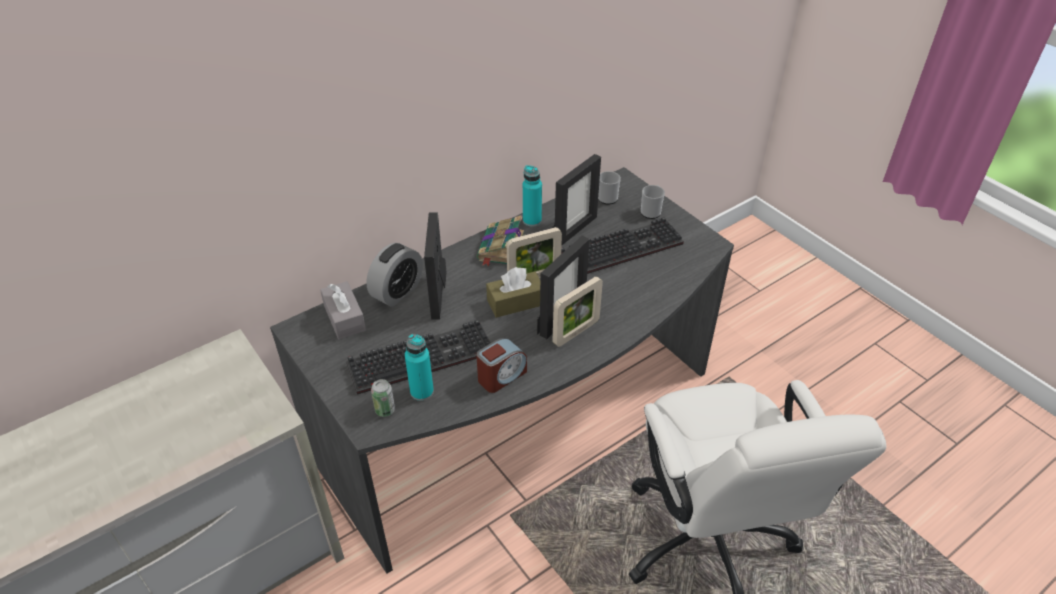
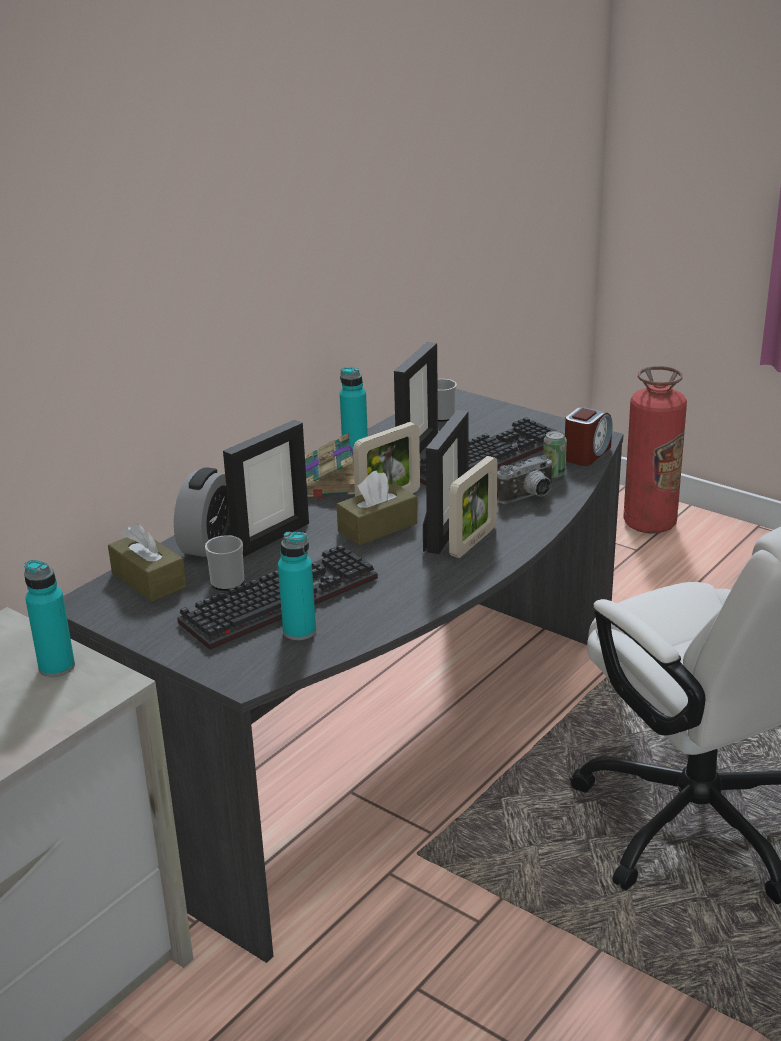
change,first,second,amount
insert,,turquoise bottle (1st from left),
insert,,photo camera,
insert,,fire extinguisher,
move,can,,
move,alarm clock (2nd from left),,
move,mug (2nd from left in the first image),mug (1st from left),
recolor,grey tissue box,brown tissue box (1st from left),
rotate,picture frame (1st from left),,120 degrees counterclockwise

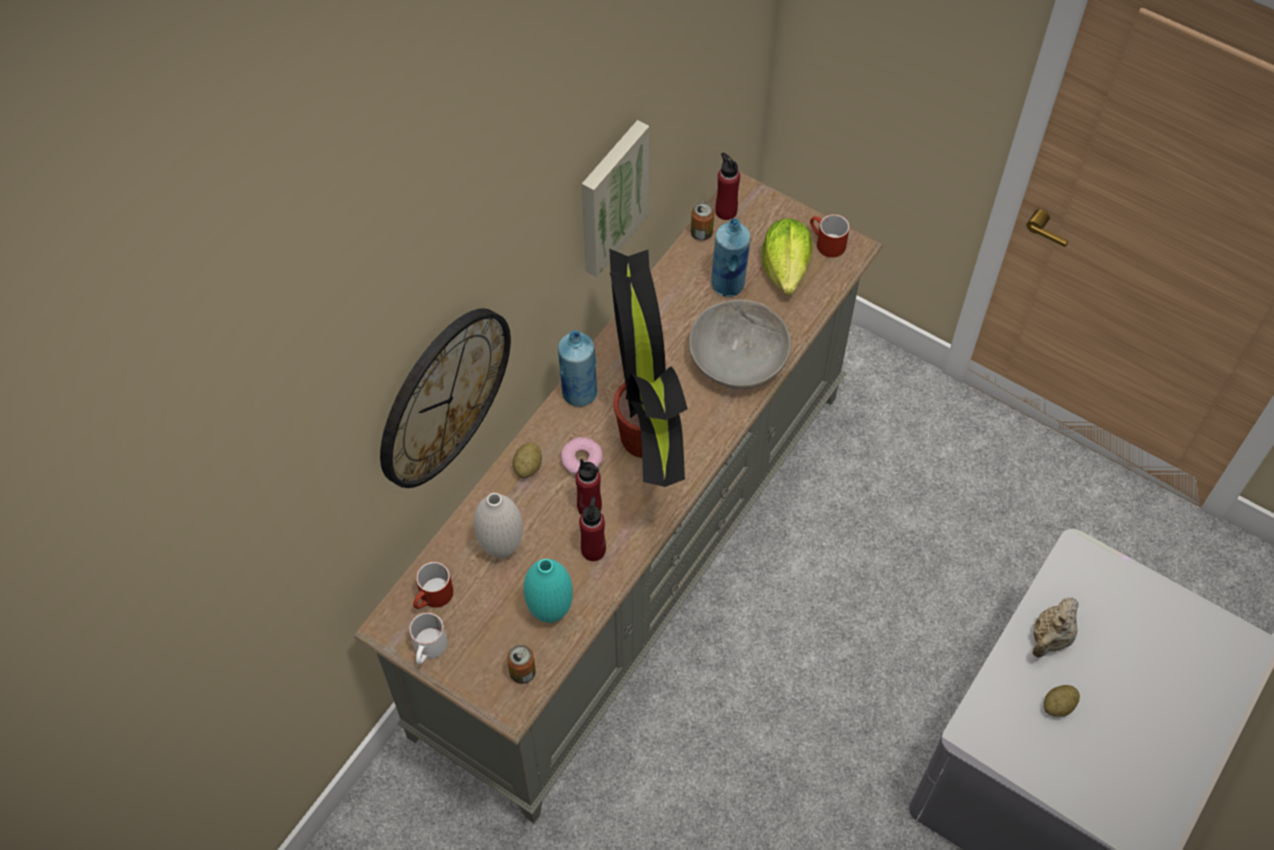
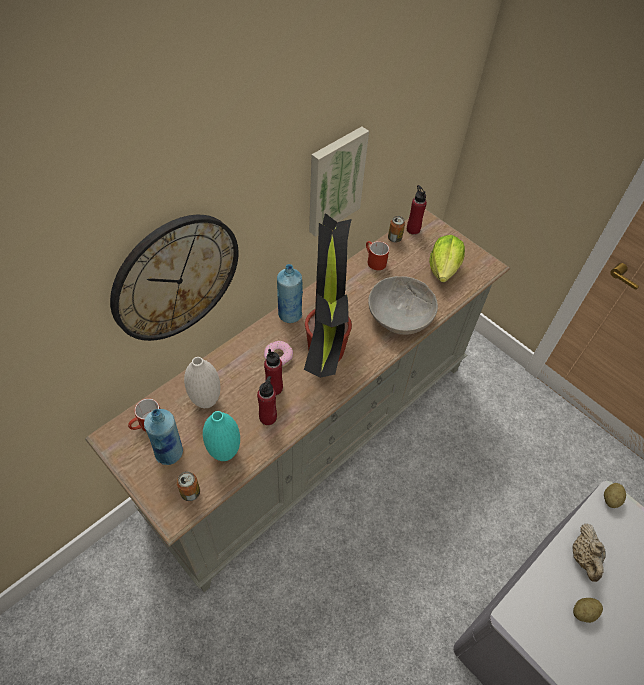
change,first,second,amount
delete,white mug,,
move,potato (1st from left in the first image),potato (2nd from left),
move,blue bottle (2nd from left in the first image),blue bottle (1st from left),
move,red mug (2nd from left),,
rotate,beige teapot,,45 degrees counterclockwise

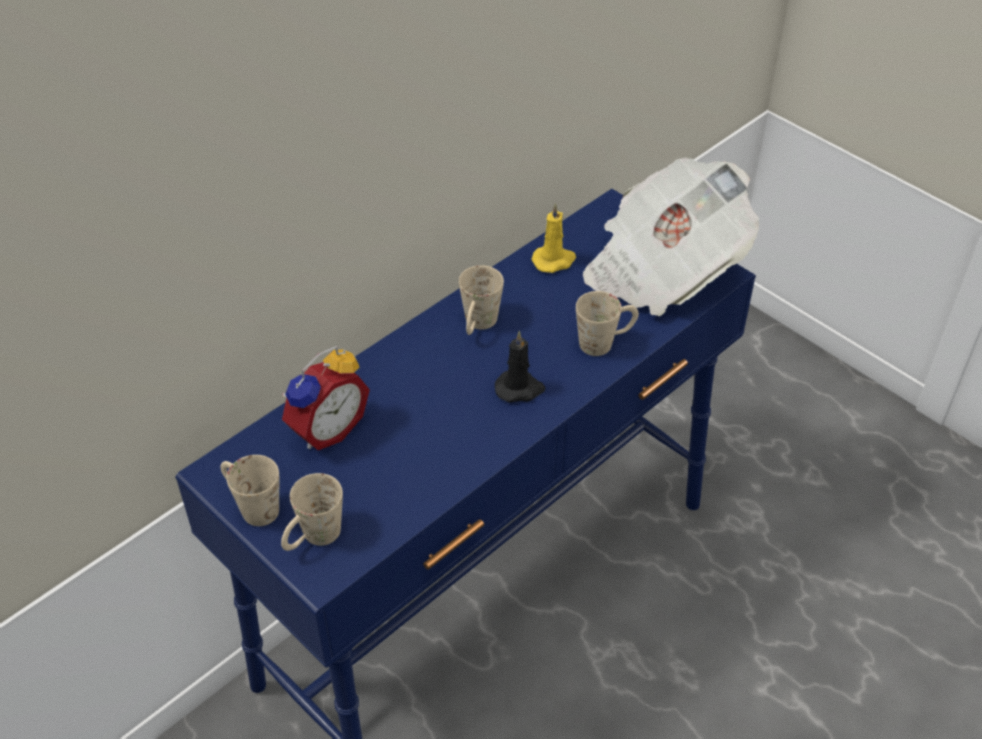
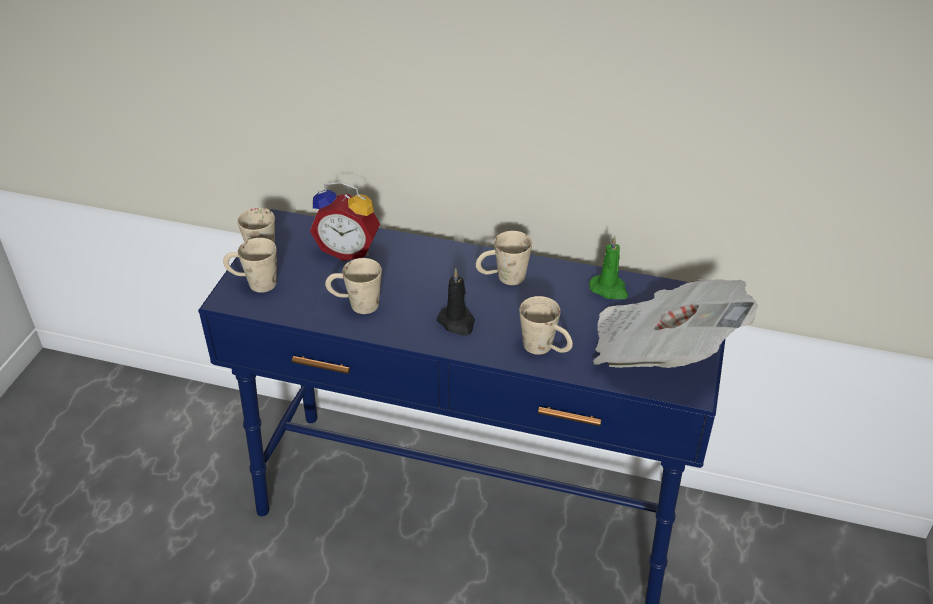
change,first,second,amount
insert,,beige mug (3rd from left),
recolor,yellow candle,green candle,

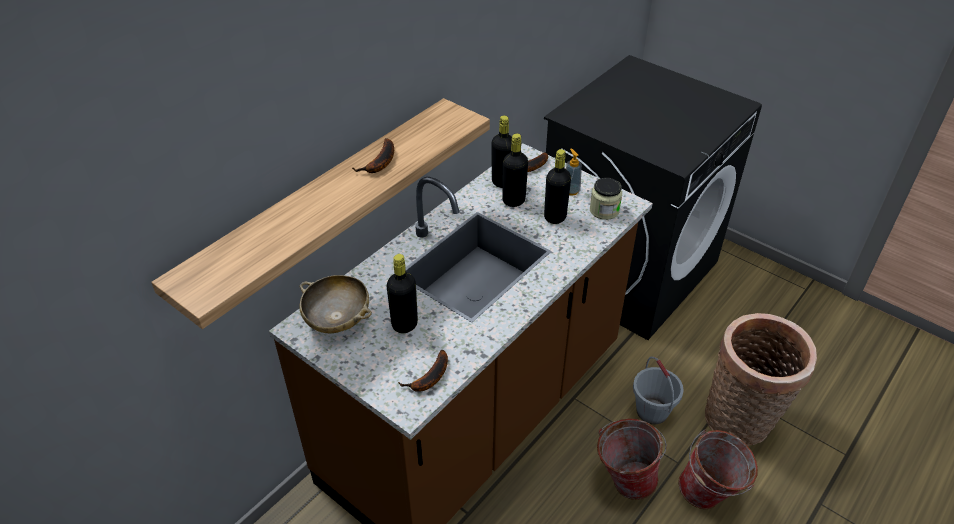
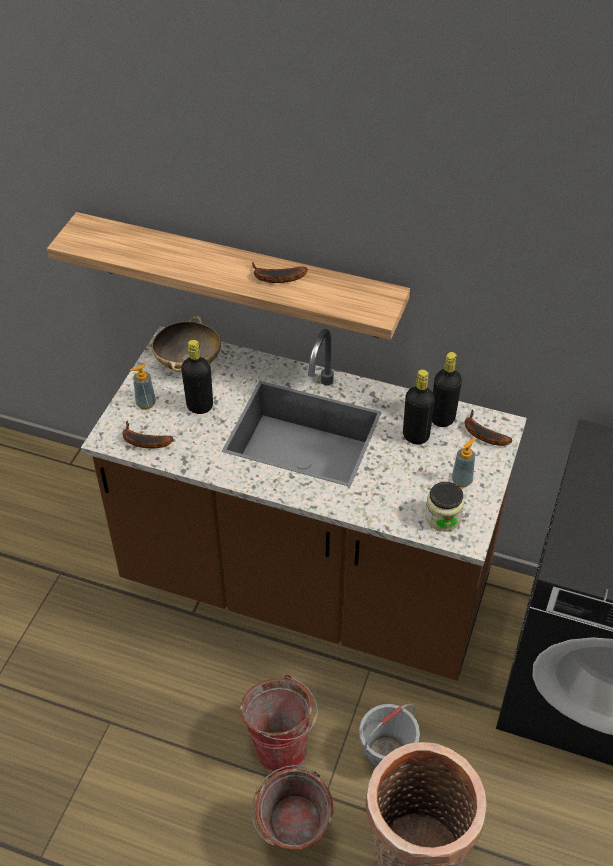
change,first,second,amount
delete,black bottle (4th from left),,
insert,,soap dispenser (1st from left),

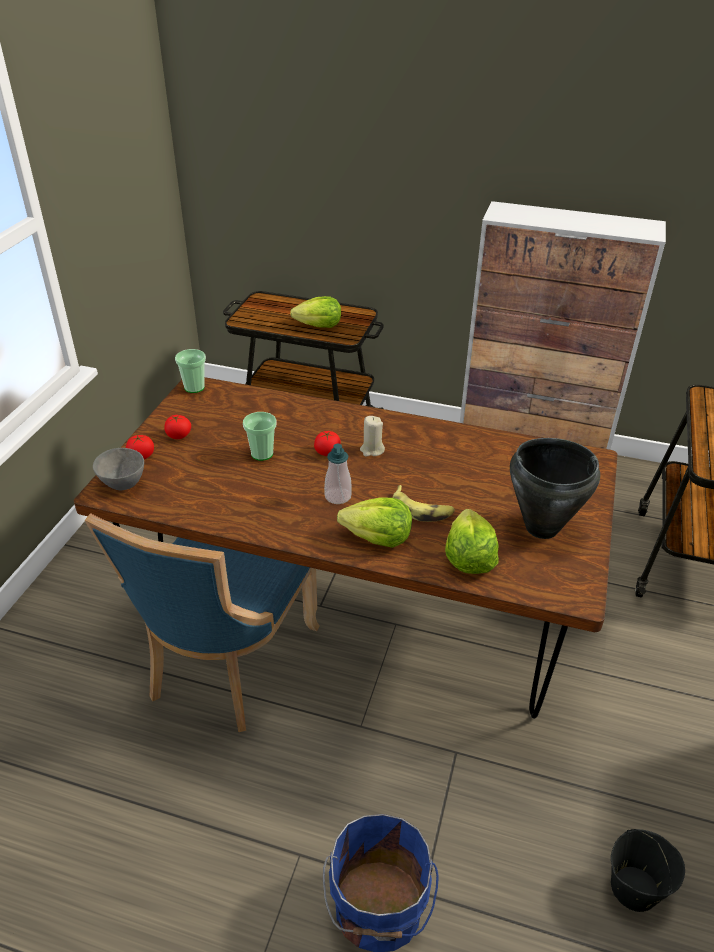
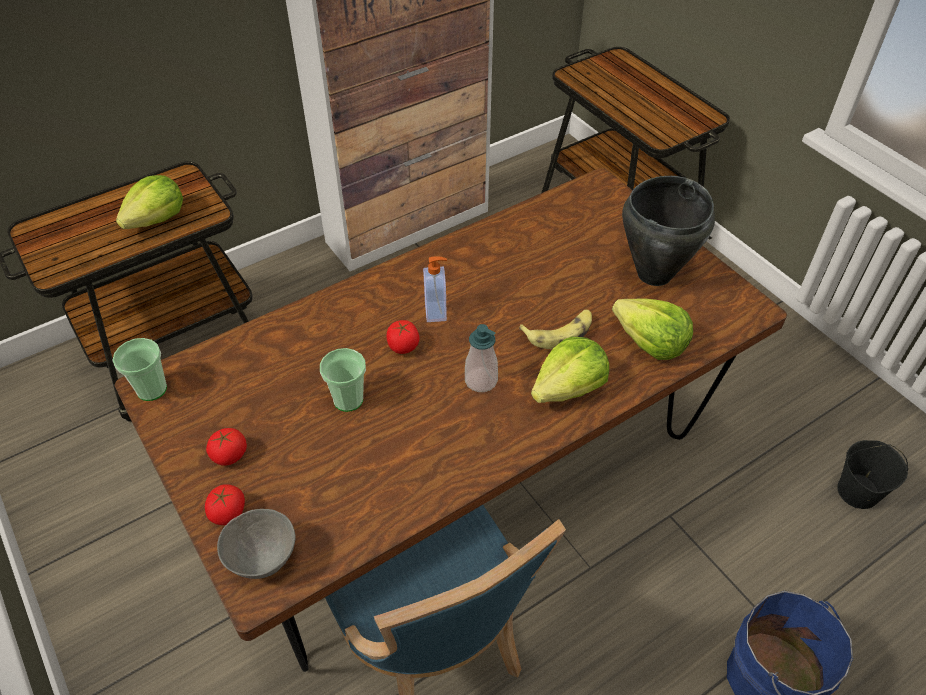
change,first,second,amount
replace,beige candle,soap dispenser (1st from left),

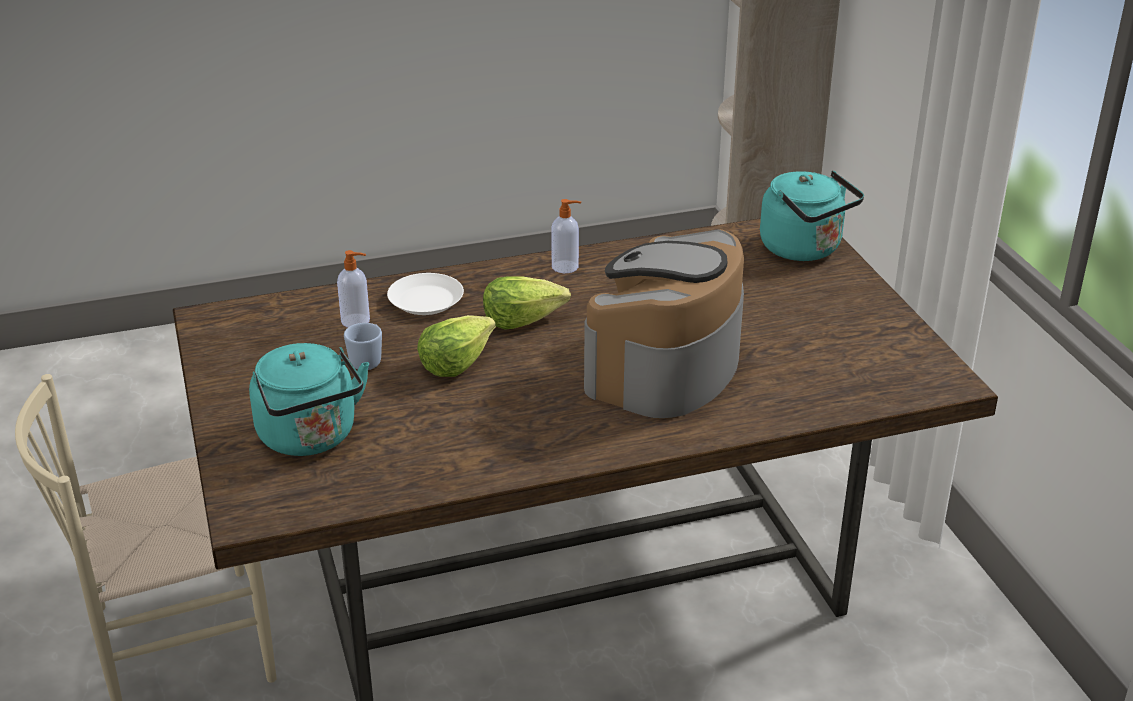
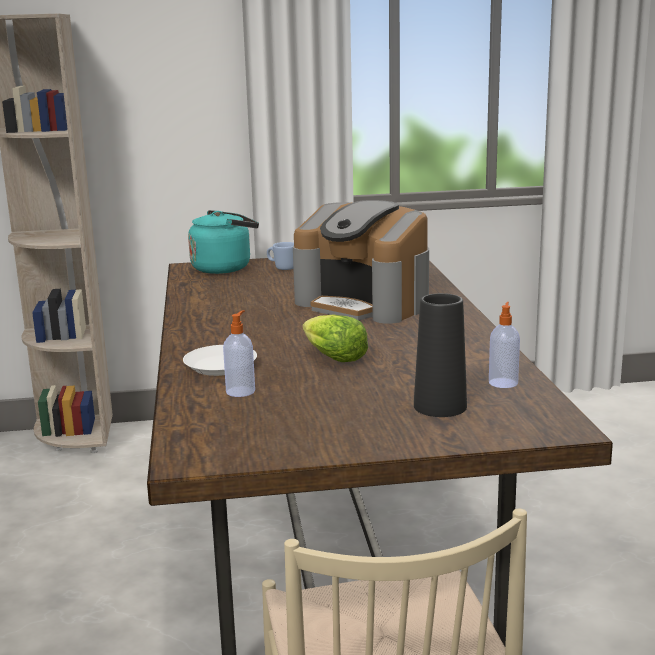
change,first,second,amount
delete,lettuce (2nd from left),,
move,blue mug,,
move,soap dispenser (2nd from left),,
replace,turquoise kettle (1st from left),black vase,

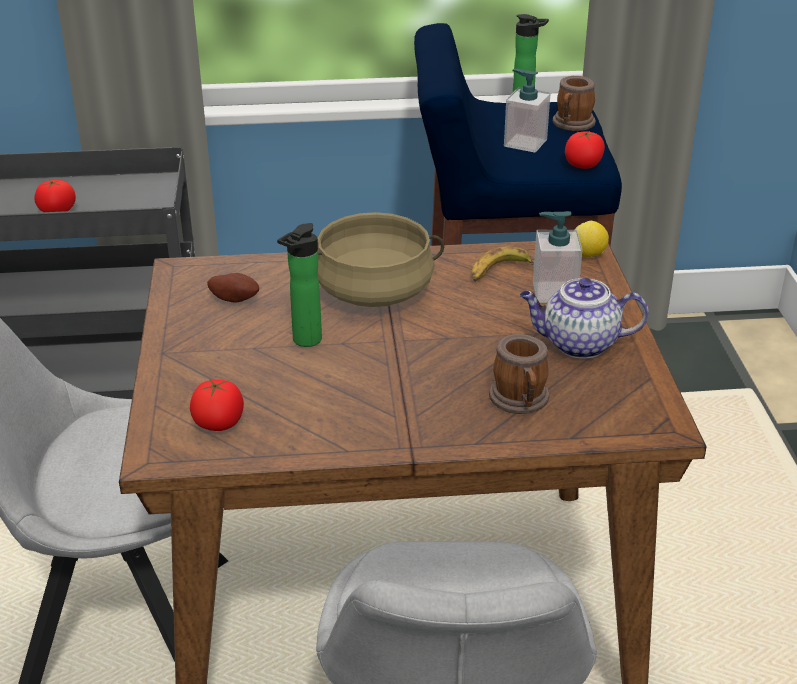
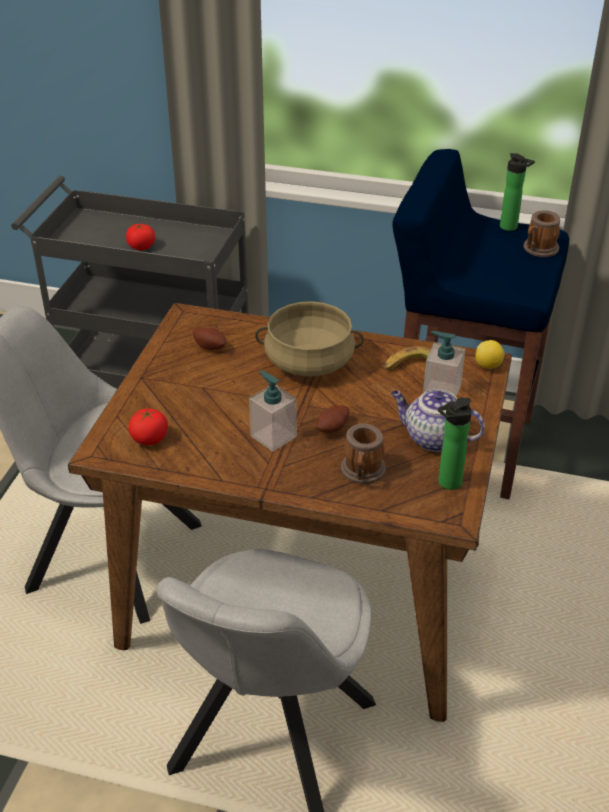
change,first,second,amount
delete,tomato (3rd from left),,
insert,,potato (2nd from left),
move,bottle (1st from left),,
move,soap dispenser (1st from left),,

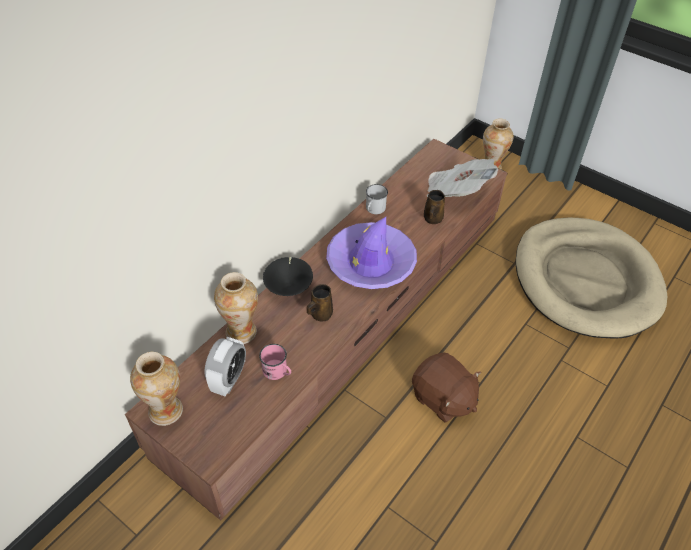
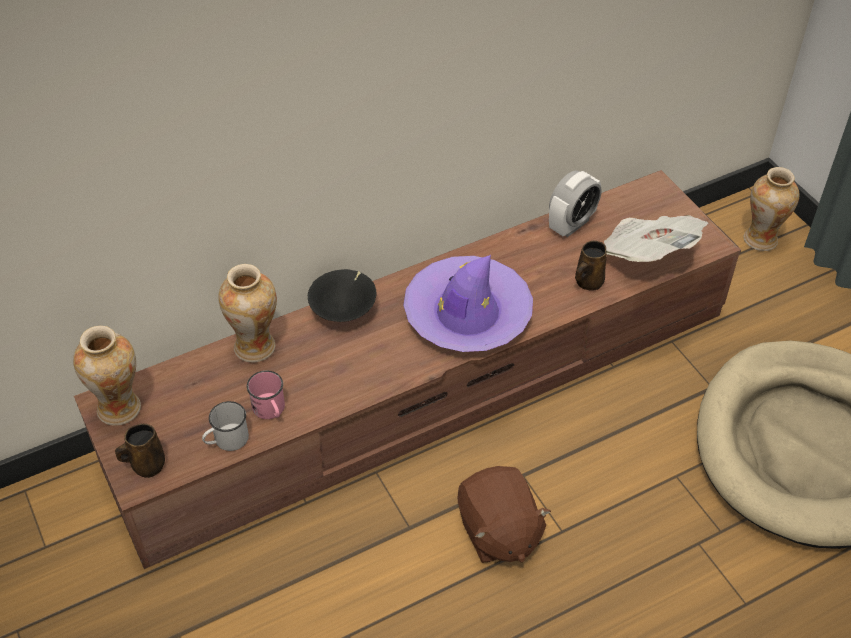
change,first,second,amount
move,alarm clock,,
move,brown mug (1st from left),,
move,white mug,,

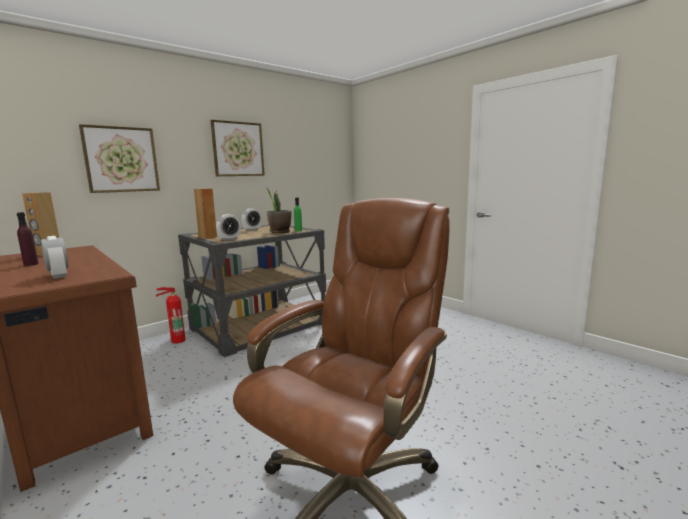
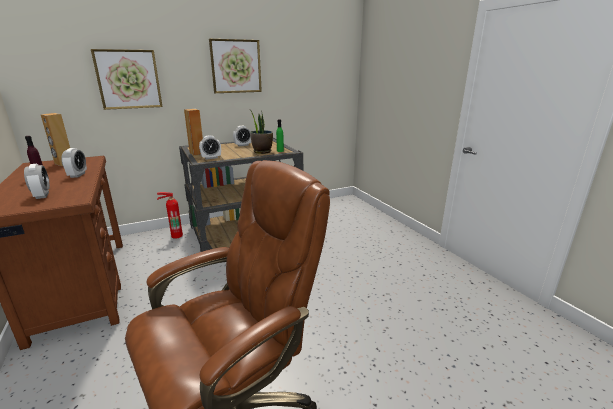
change,first,second,amount
insert,,alarm clock (2nd from left),

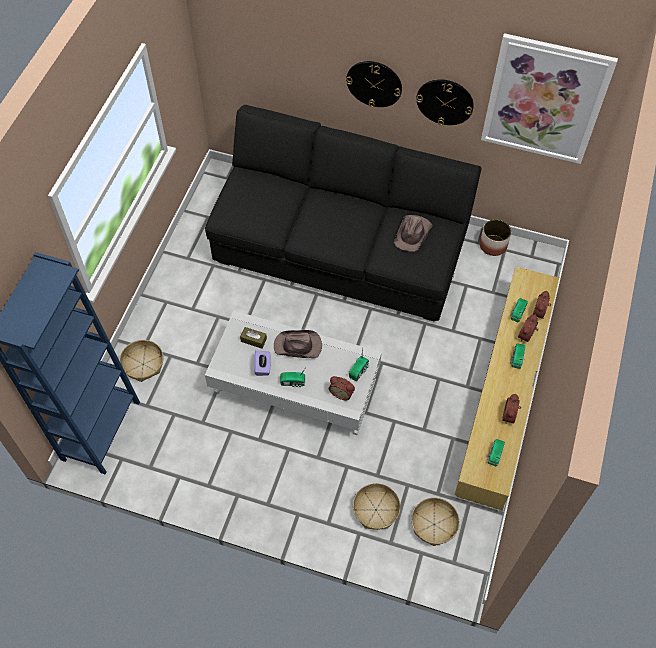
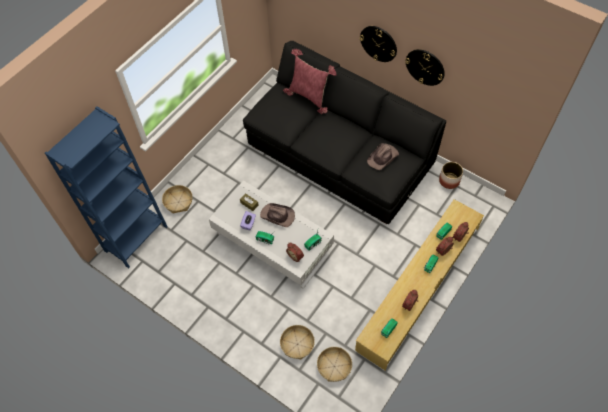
change,first,second,amount
delete,picture,,
insert,,red pillow,

